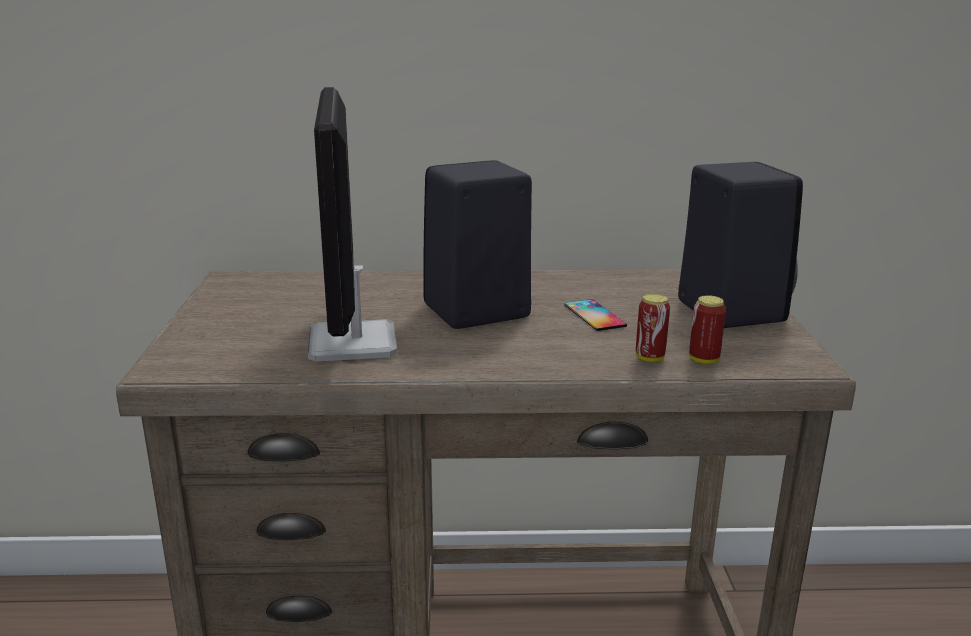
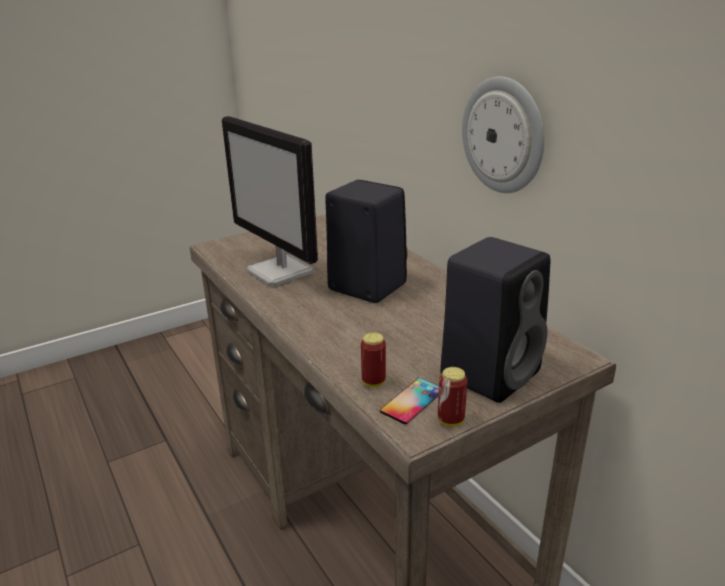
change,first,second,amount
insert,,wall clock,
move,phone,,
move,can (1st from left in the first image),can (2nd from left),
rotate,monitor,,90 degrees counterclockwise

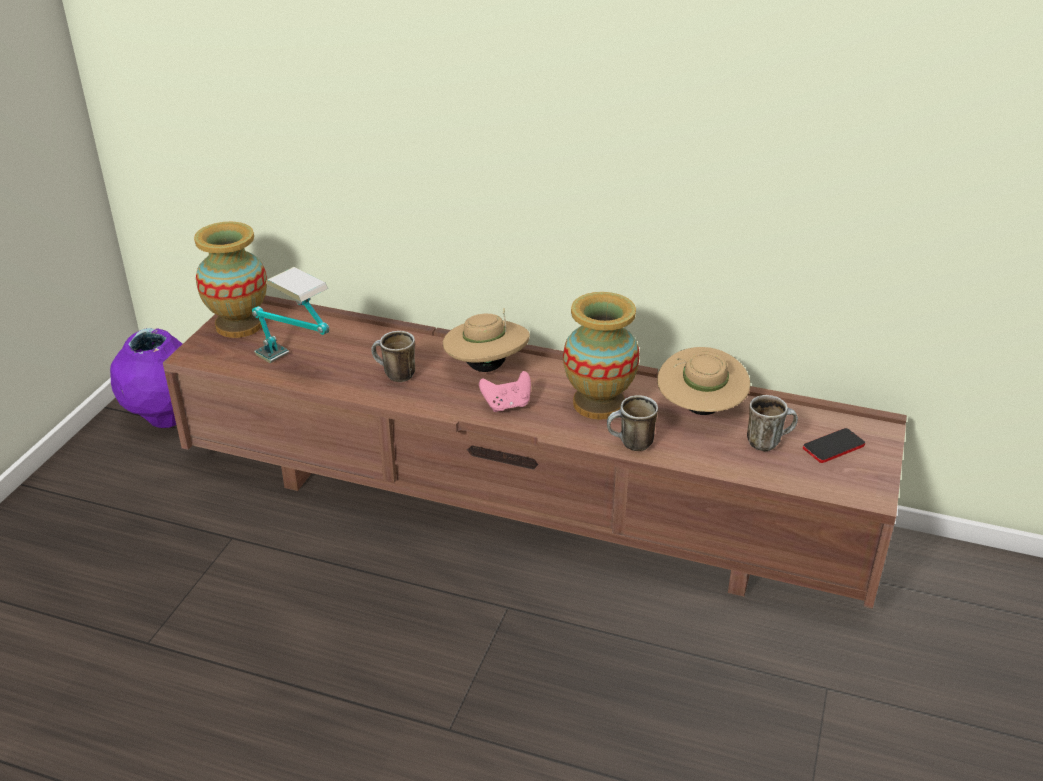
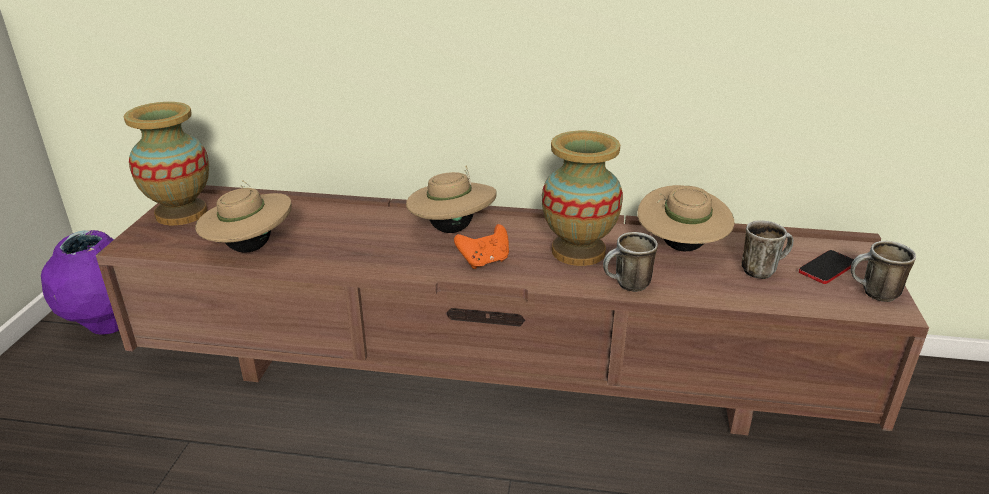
change,first,second,amount
move,mug (1st from left in the first image),mug (3rd from left),
replace,table lamp,beige hat (1st from left),
recolor,pink game controller,orange game controller,

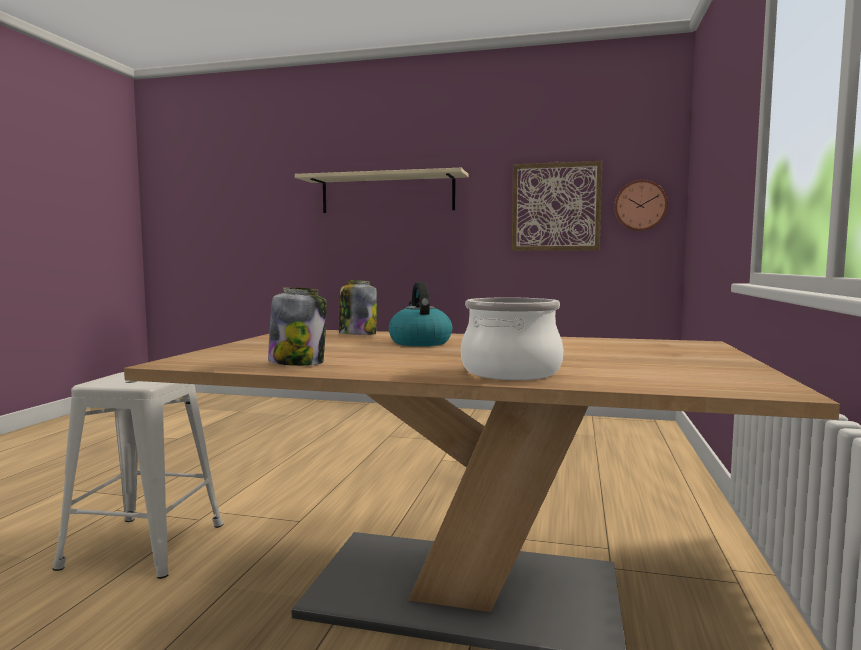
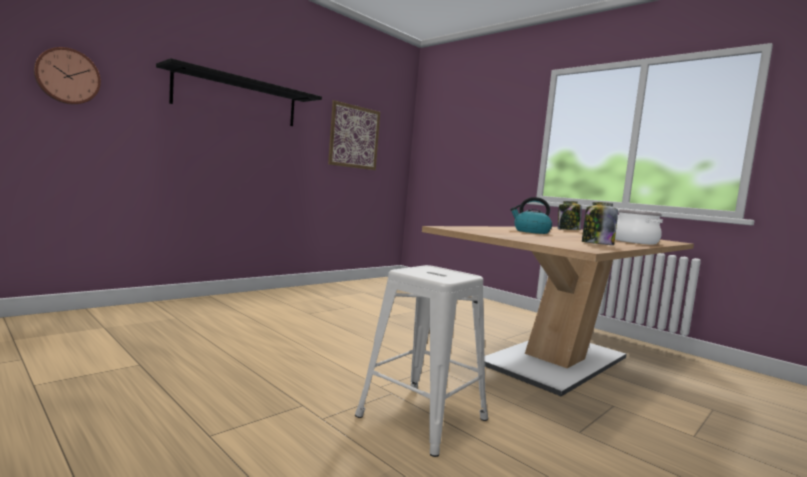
change,first,second,amount
move,jar (2nd from left in the first image),jar (1st from left),
move,wall clock,,
recolor,beige shelf,black shelf,

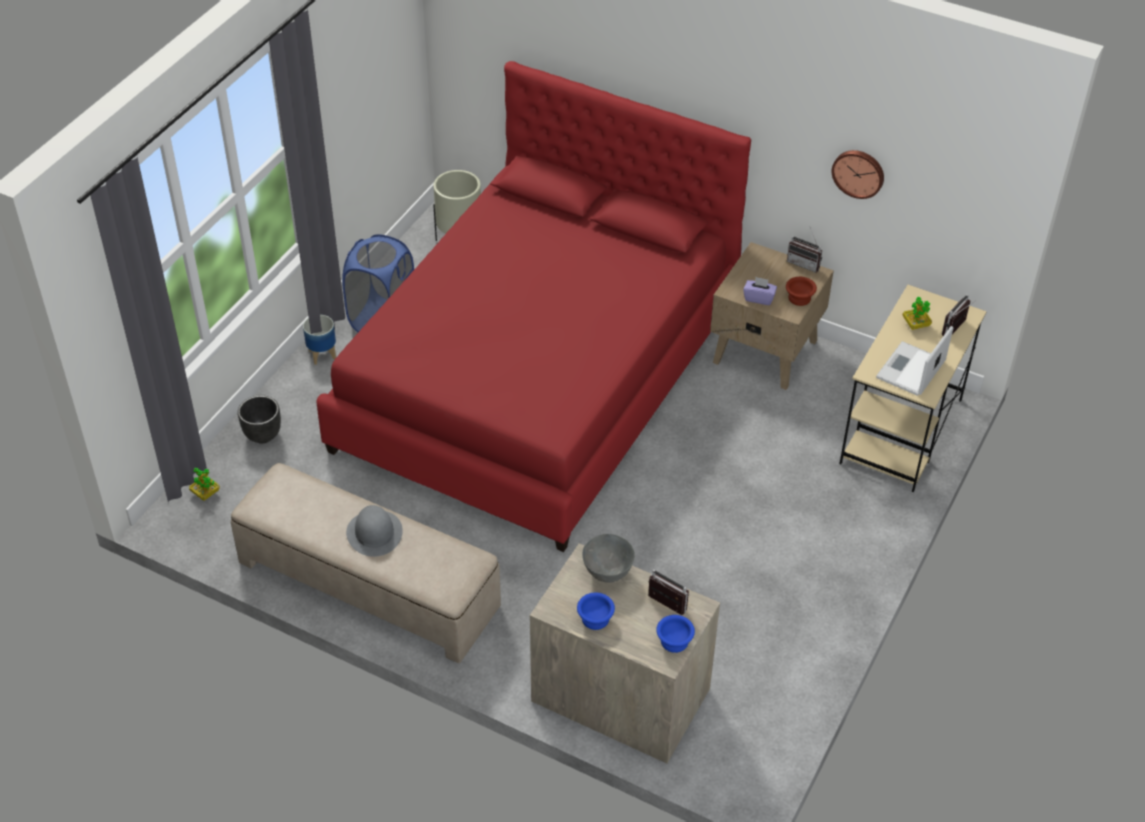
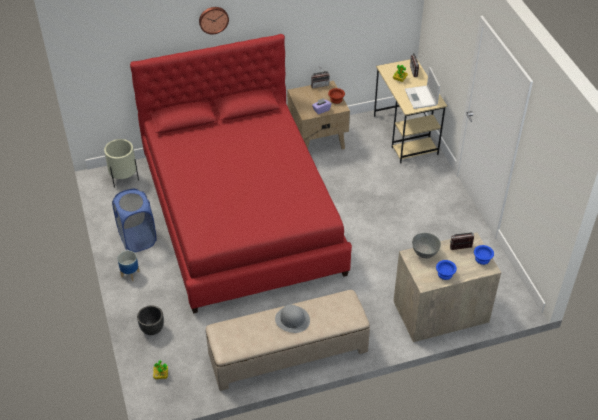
change,first,second,amount
move,wall clock,,

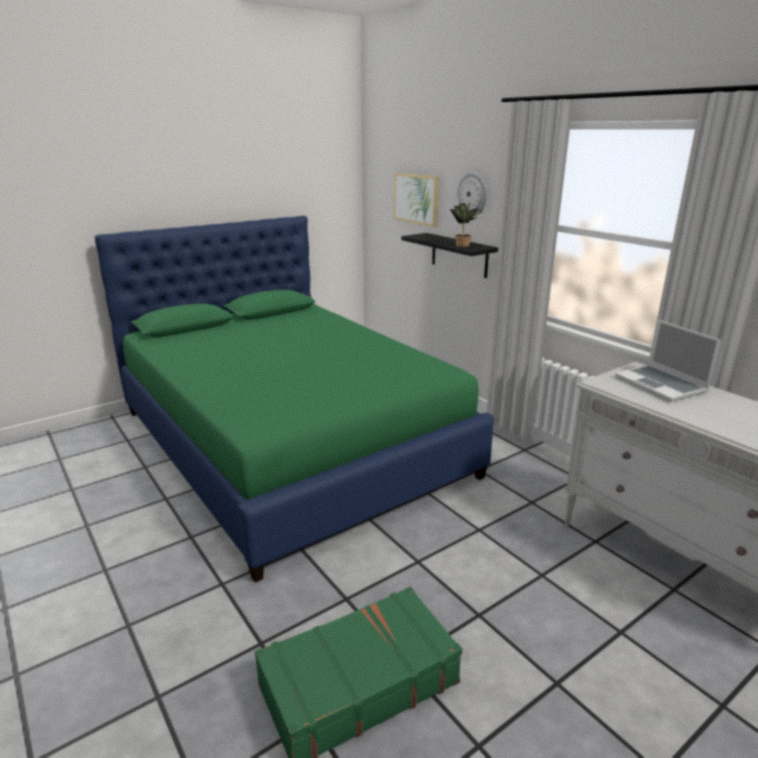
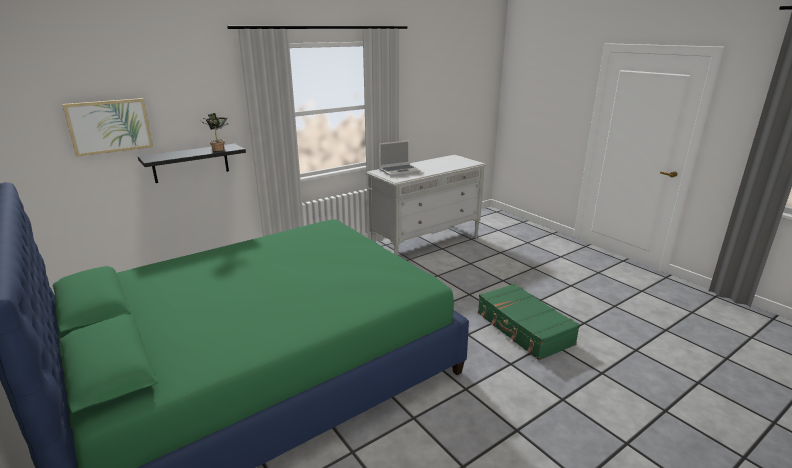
change,first,second,amount
delete,wall clock,,

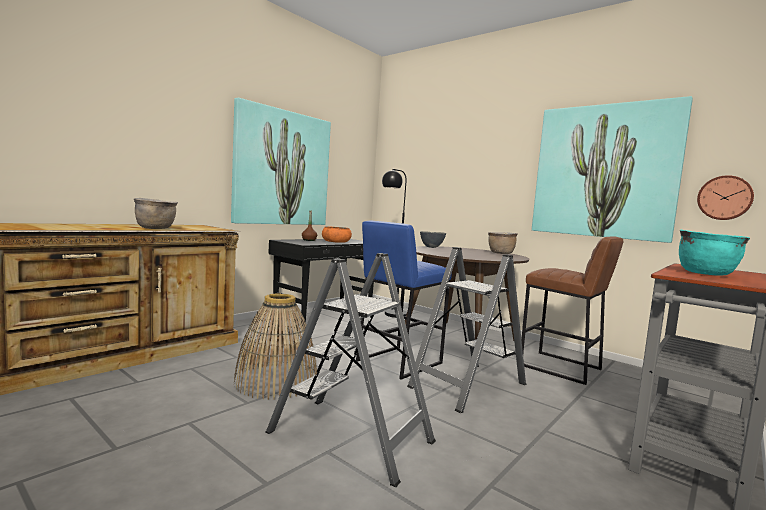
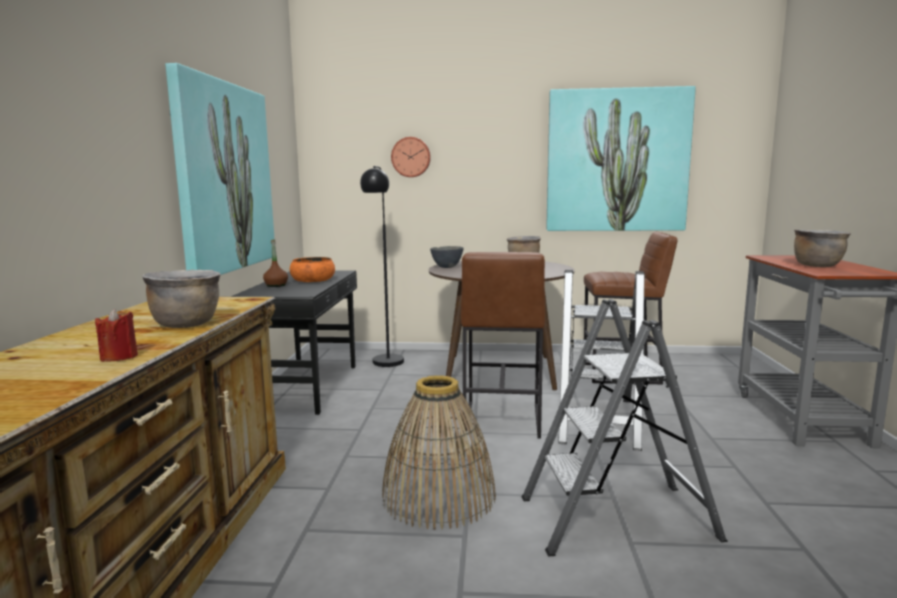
change,first,second,amount
insert,,red candle,
move,wall clock,,
recolor,blue stool,brown stool (1st from left),
recolor,turquoise cooking pot,brown cooking pot (3rd from left),

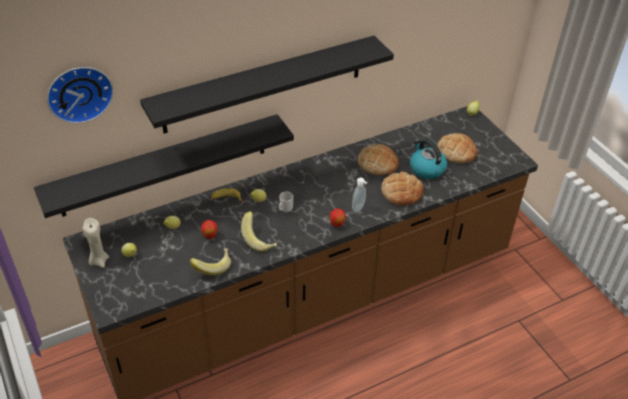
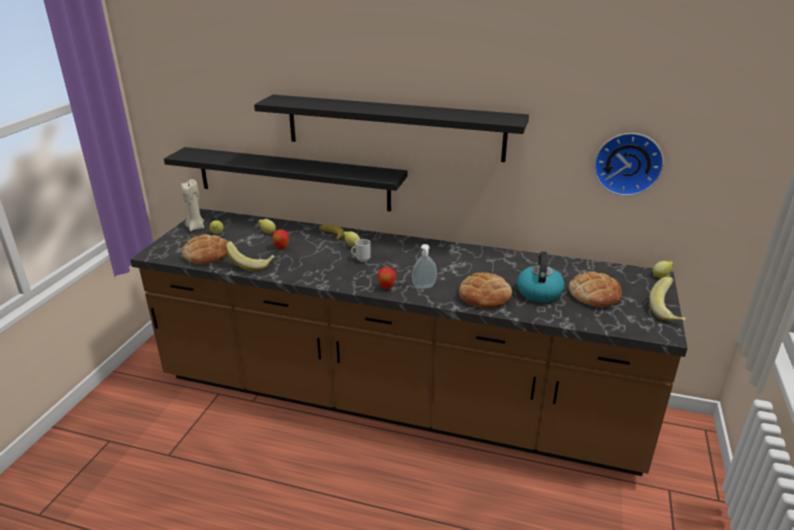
change,first,second,amount
move,wall clock,,
move,banana (3rd from left),,
move,bread (1st from left),,

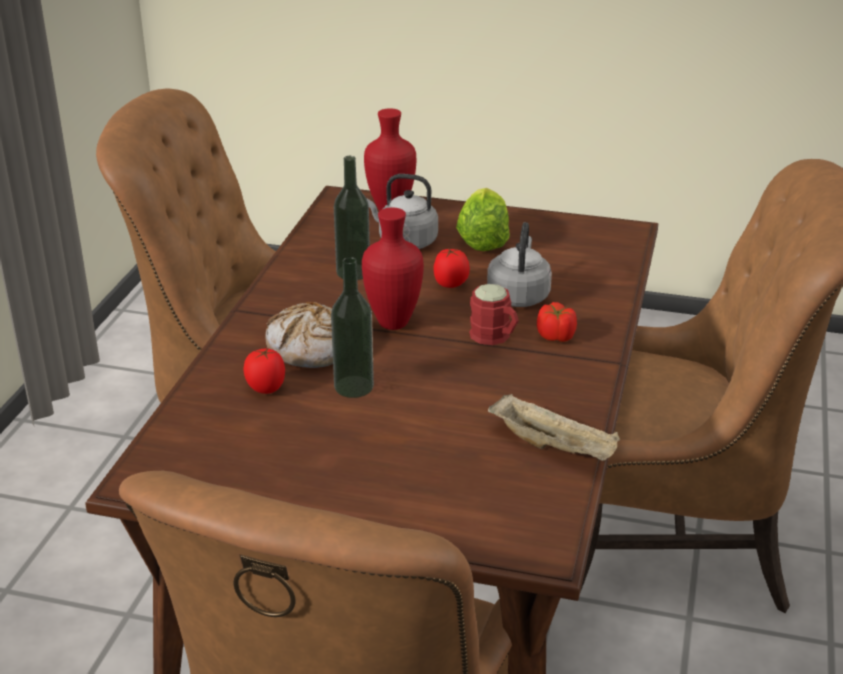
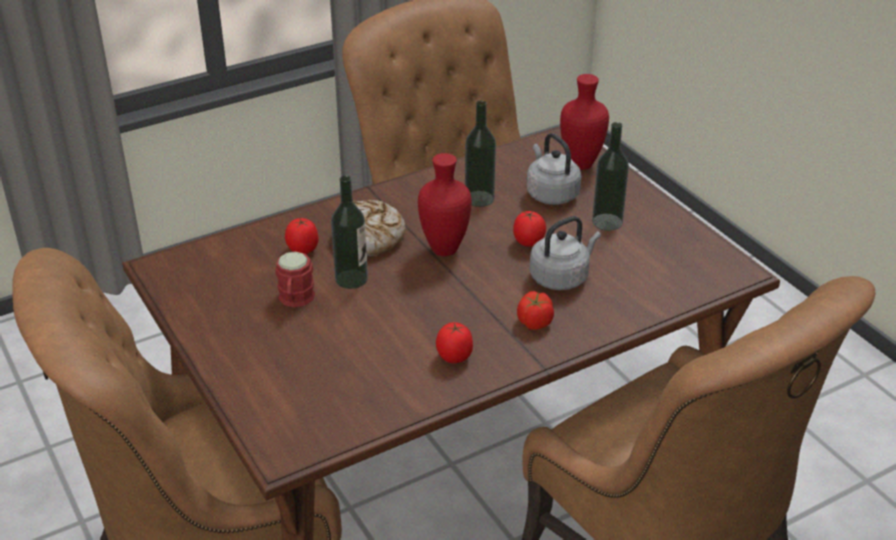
change,first,second,amount
delete,beige tray,,
insert,,tomato (2nd from left),
move,red mug,,
replace,lettuce,bottle (3rd from left),

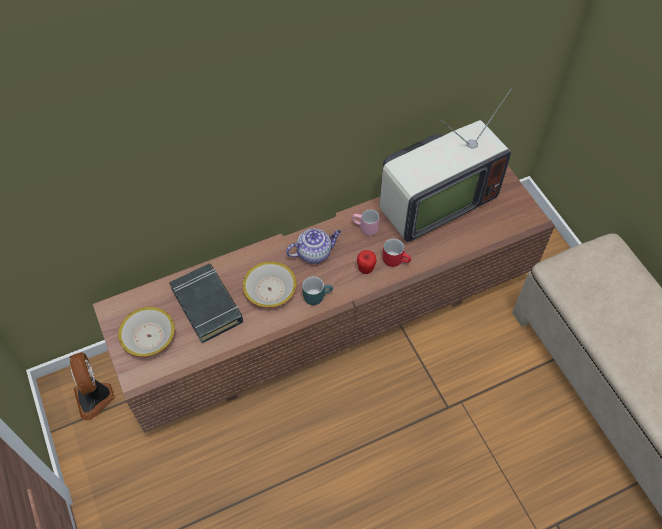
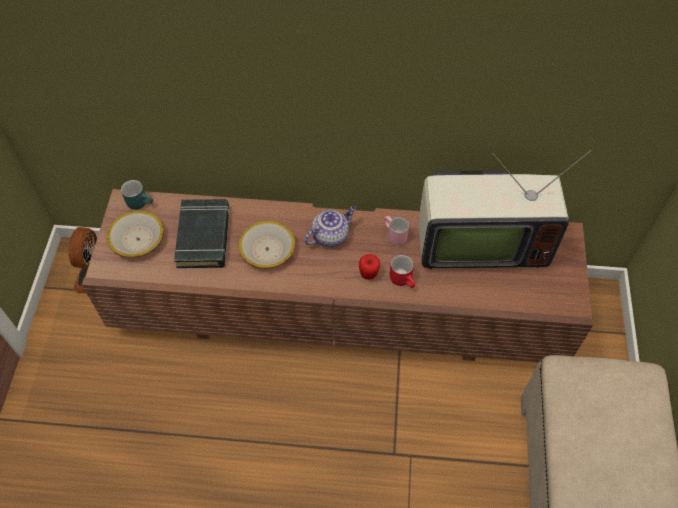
change,first,second,amount
move,turquoise mug,,
rotate,teapot,,45 degrees counterclockwise

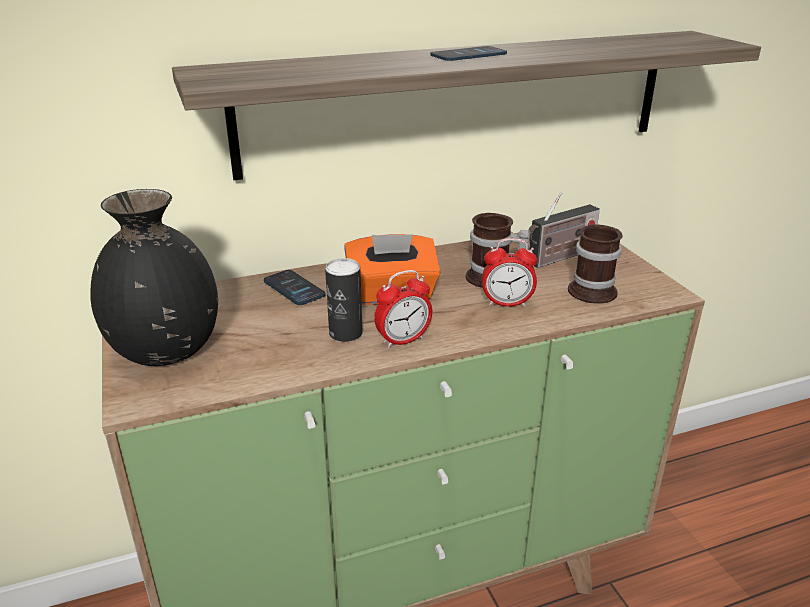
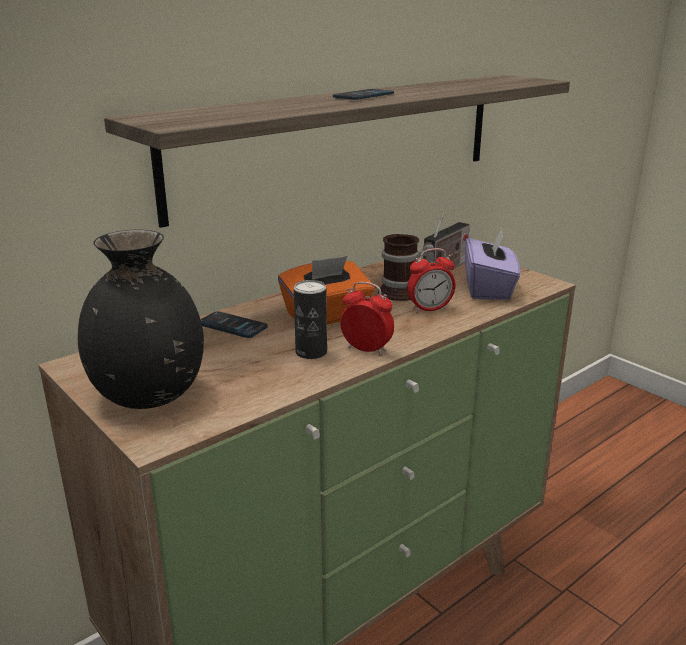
change,first,second,amount
replace,mug (2nd from left),purple tissue box,
rotate,alarm clock (1st from left),,105 degrees counterclockwise

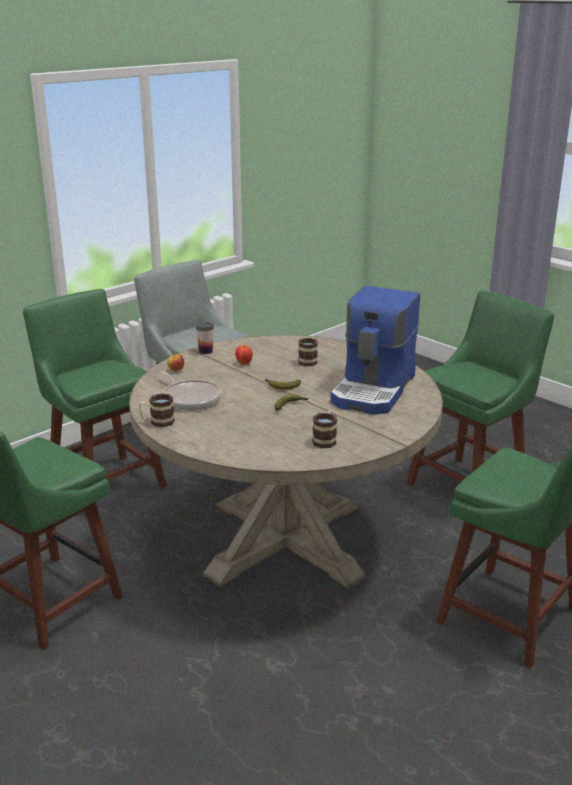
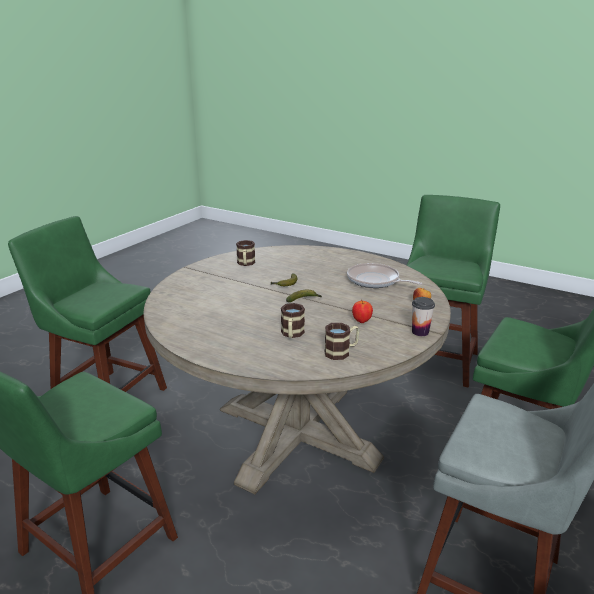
change,first,second,amount
delete,coffee machine,,
move,mug (1st from left in the first image),mug (3rd from left),

